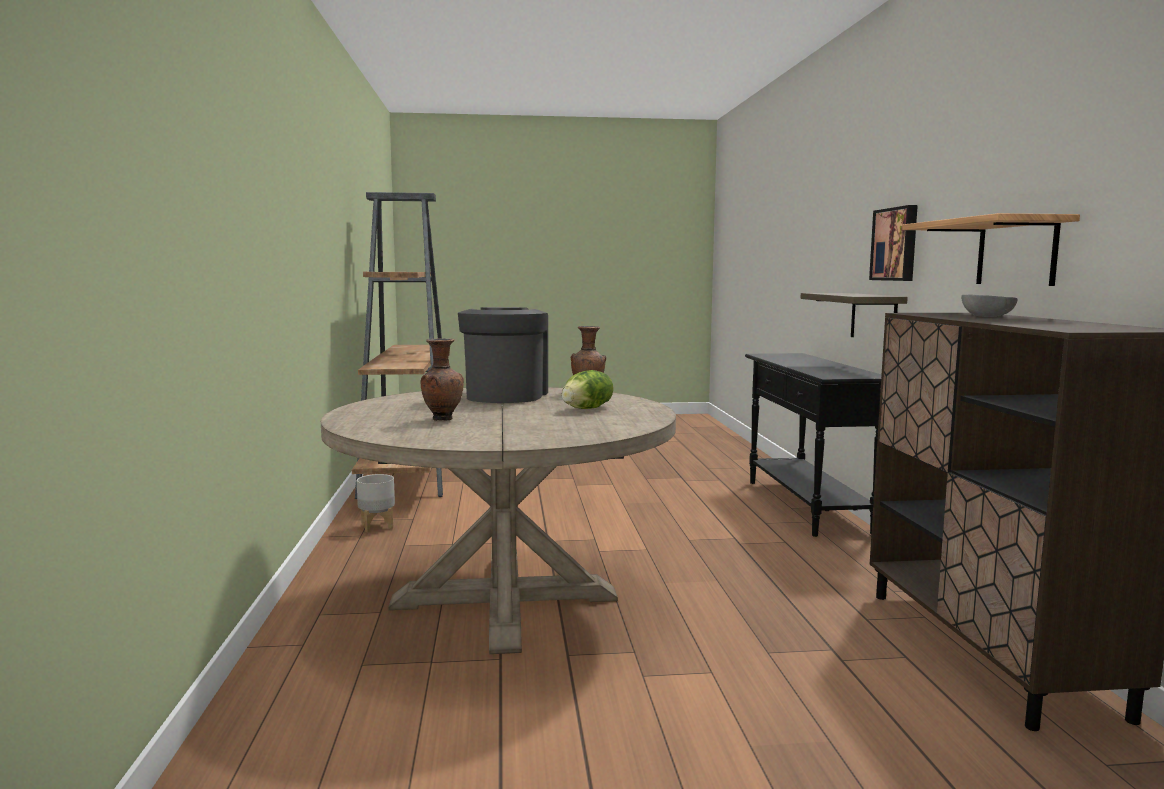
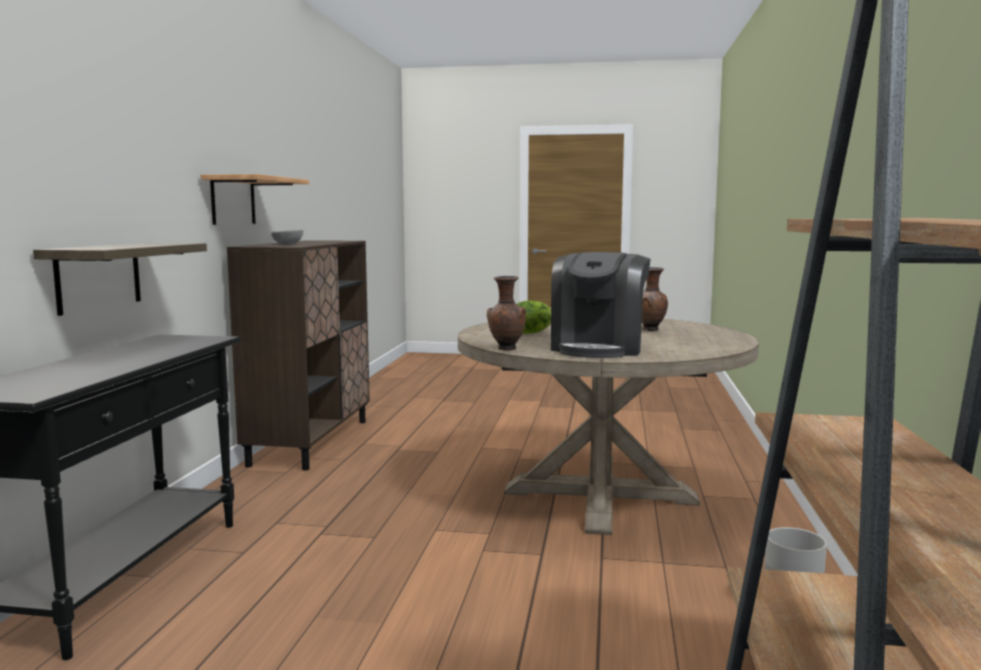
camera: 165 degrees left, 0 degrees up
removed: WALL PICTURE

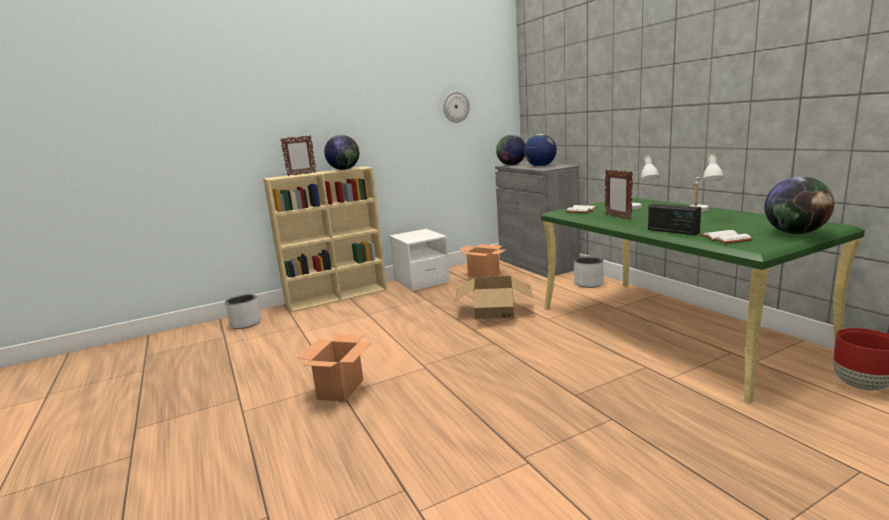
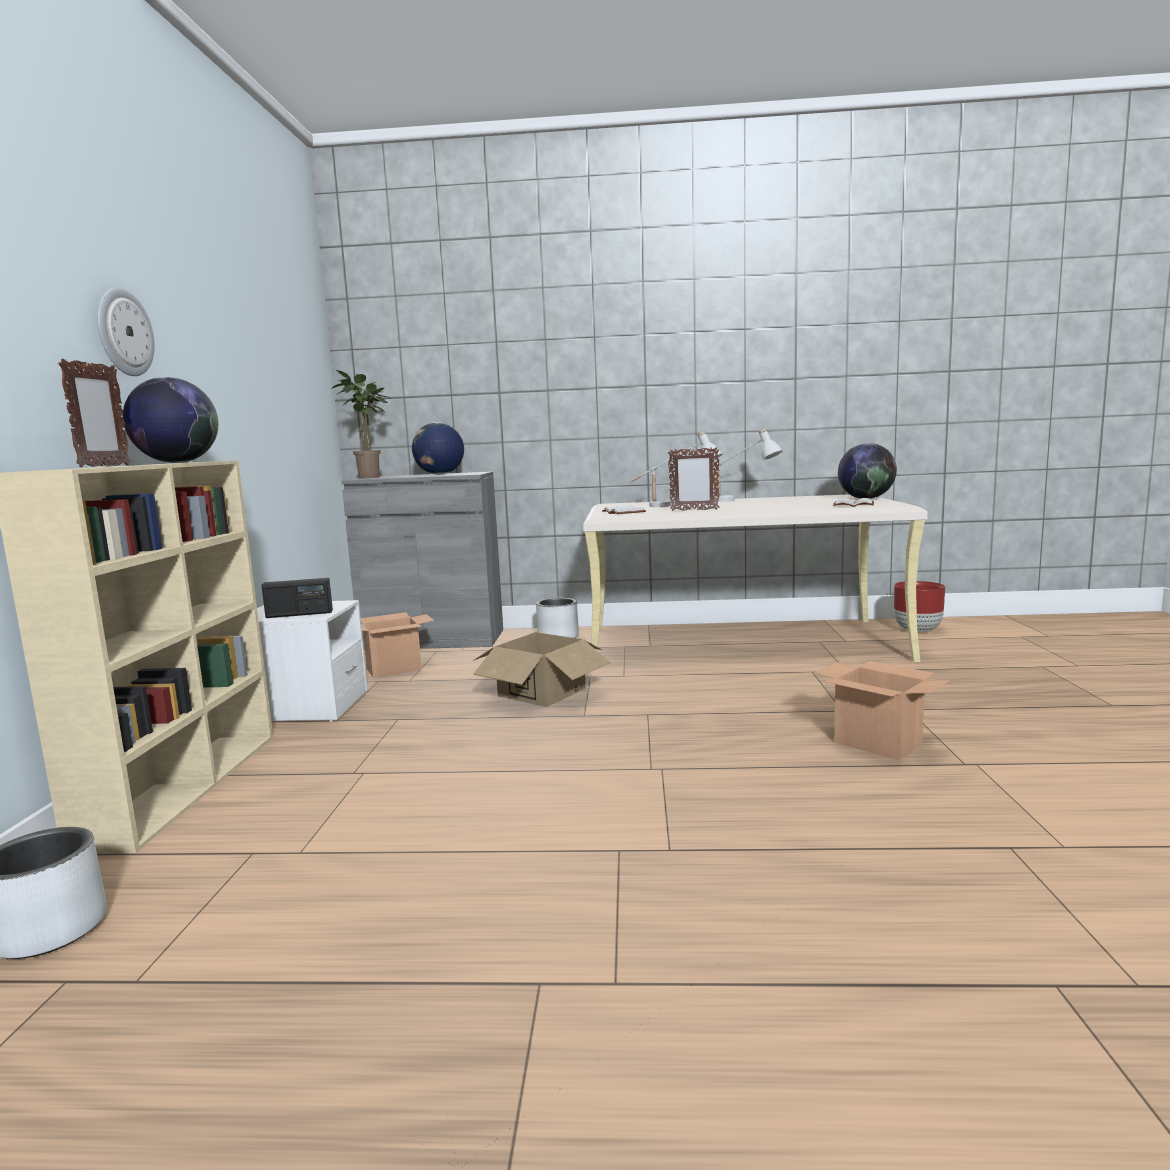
camera: 60 degrees left, 5 degrees down
moved: WALL CLOCK; RADIO; CARDBOARD BOX (1st from left in the first image) to CARDBOARD BOX (3rd from left)
replaced: DESK GLOBE (2nd from left) to HOUSEPLANT
recoloured: GREEN-COLOURED DESK UNIT to SAND-COLOURED DESK UNIT

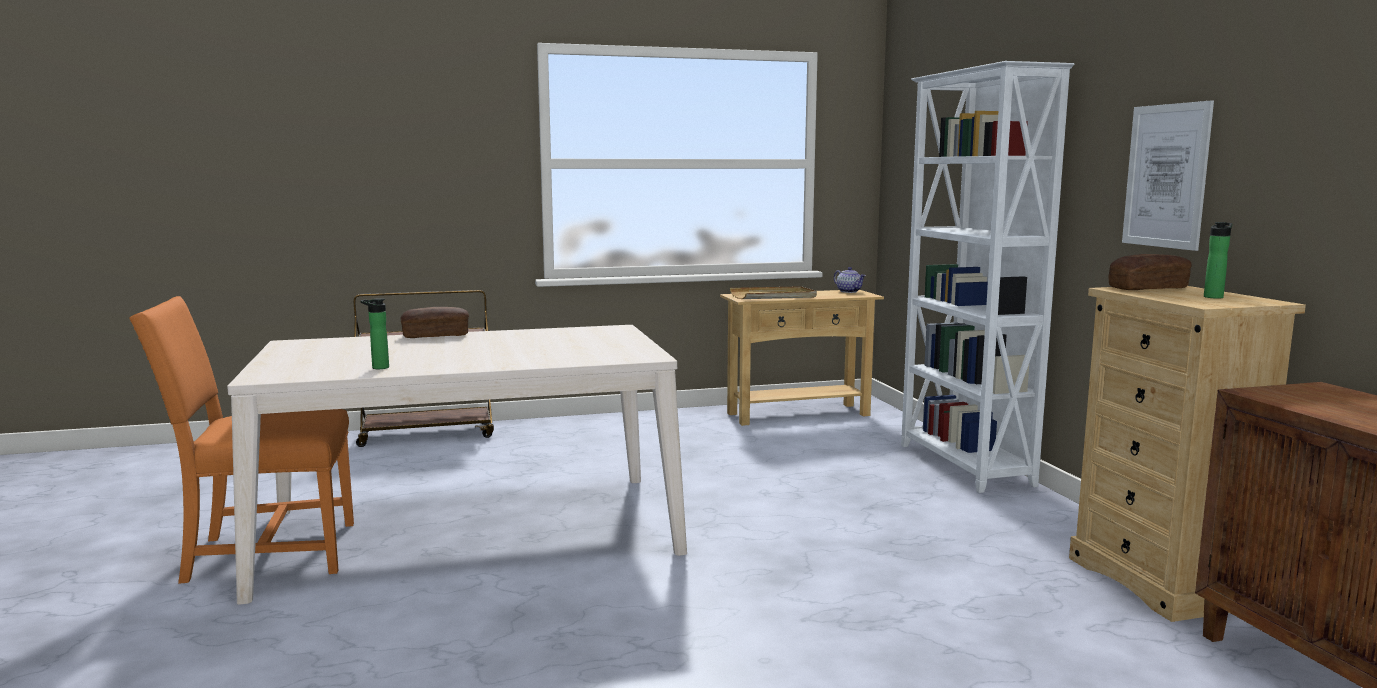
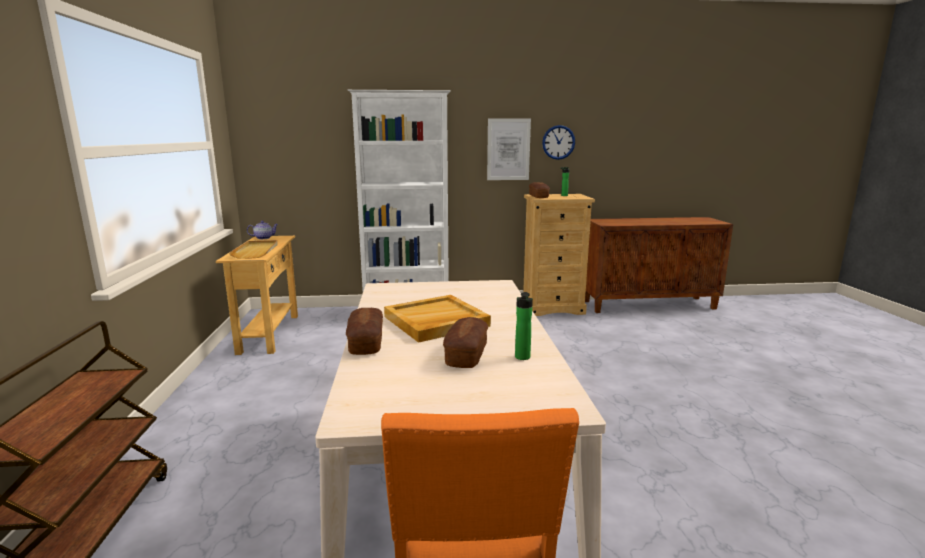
camera: 80 degrees left, 5 degrees up
added: WALL CLOCK; SAND-COLOURED CARRYING TRAY (2nd from left); BAKED BREAD (2nd from left)

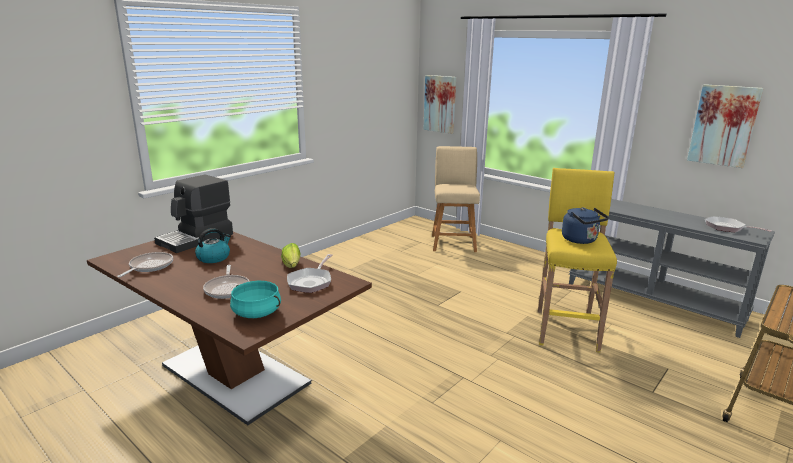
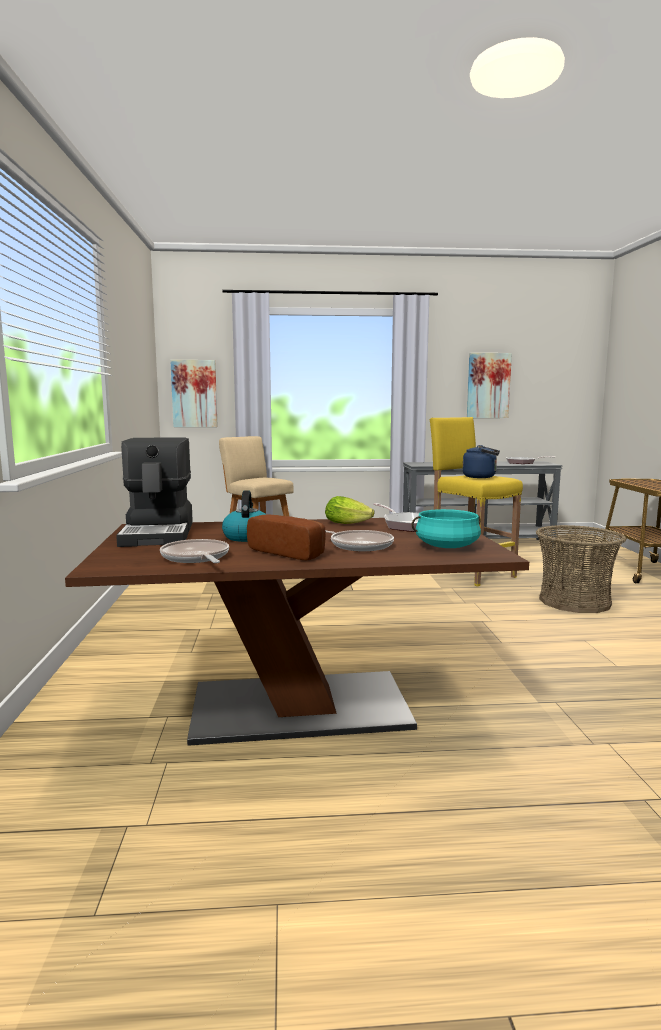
camera: 45 degrees left, 10 degrees down
added: BAKED BREAD; BASKET

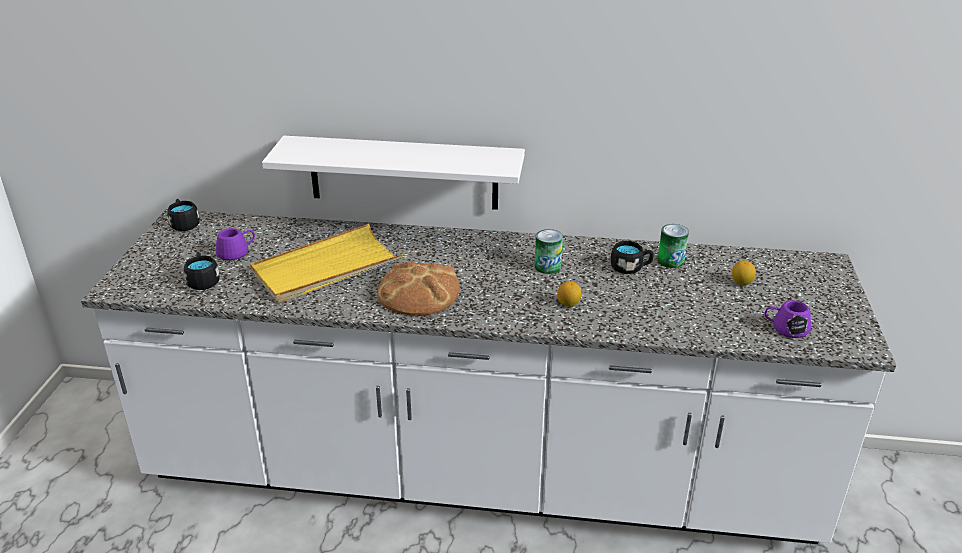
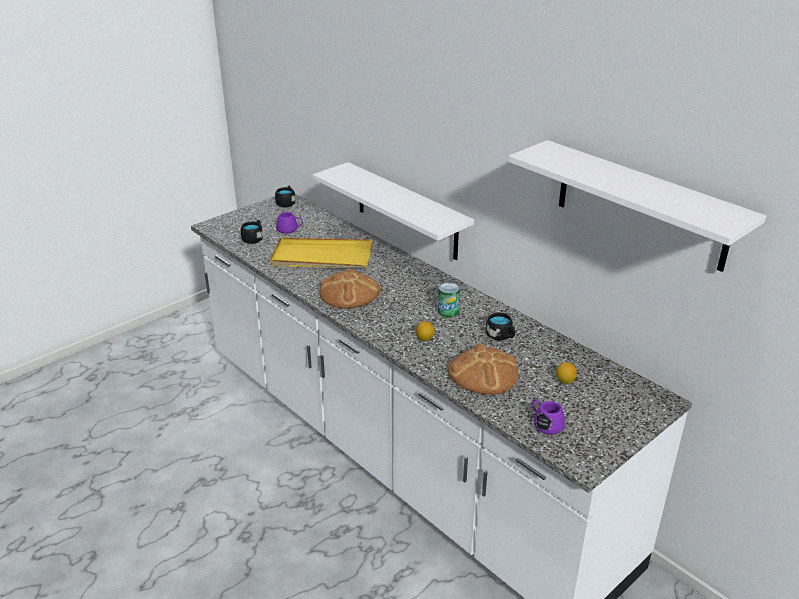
camera: 40 degrees right, 0 degrees up
removed: CAN (2nd from left)
added: WHITE BRACKET SHELF (2nd from left); BAKED BREAD (2nd from left)

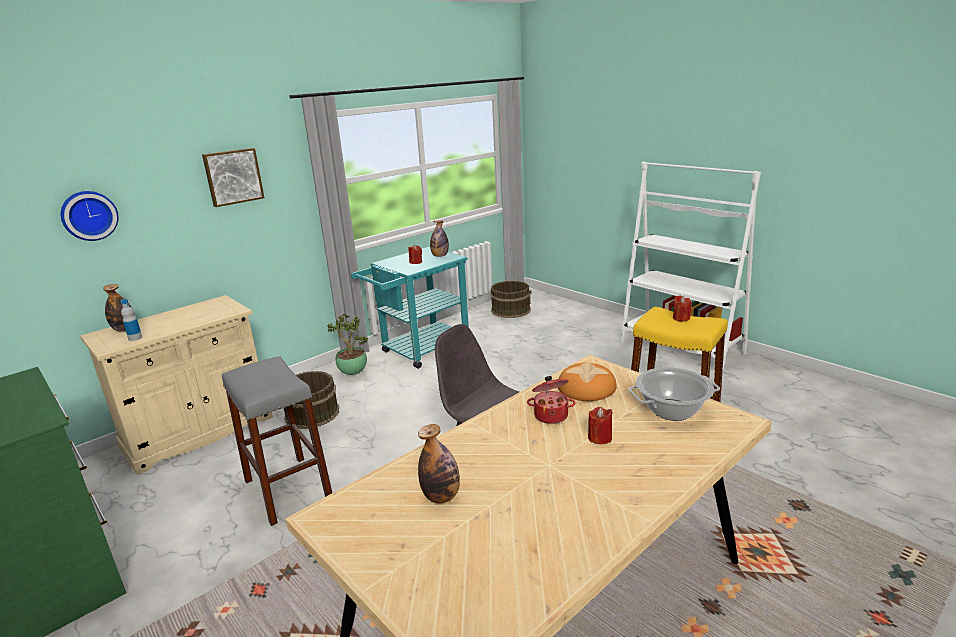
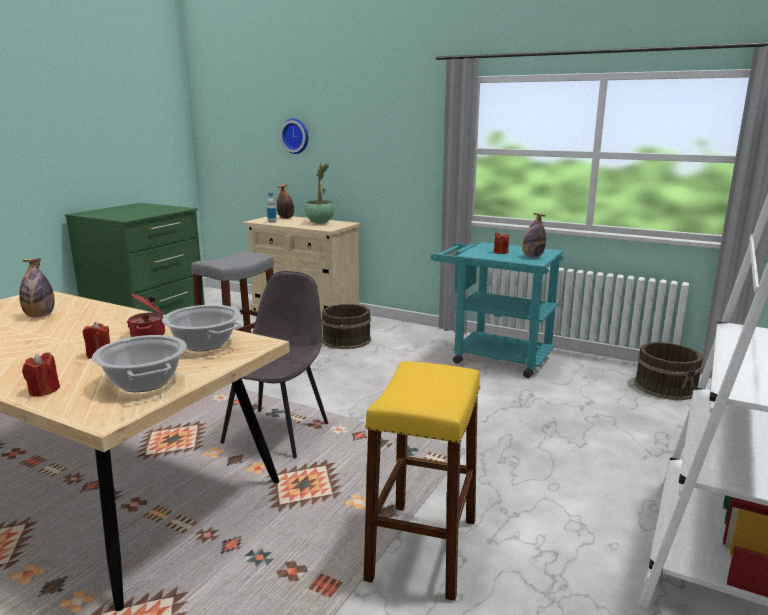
camera: 70 degrees right, 5 degrees down
removed: WALL PICTURE
moved: RED-COLOURED CANDLE (3rd from left in the first image) to RED-COLOURED CANDLE (1st from left); HOUSEPLANT
replaced: BAKED BREAD to STOCKPOT (3rd from left)

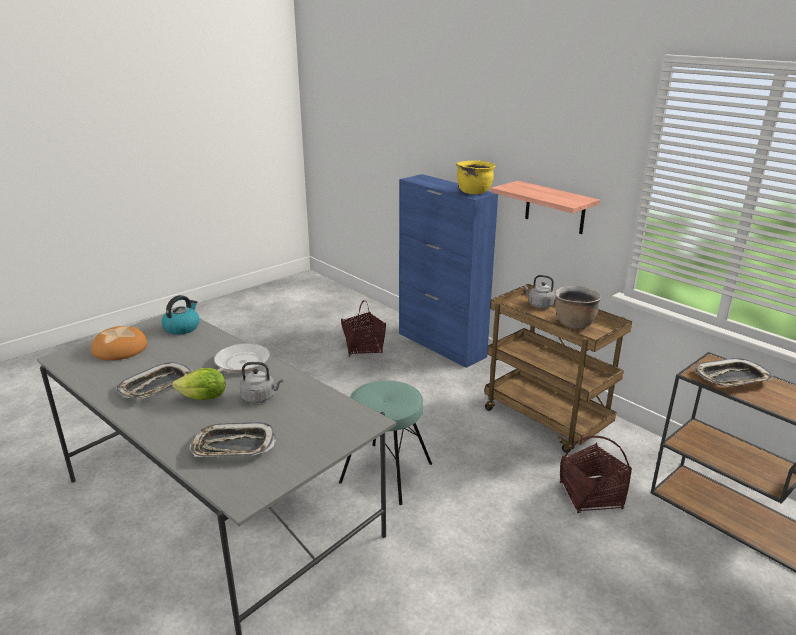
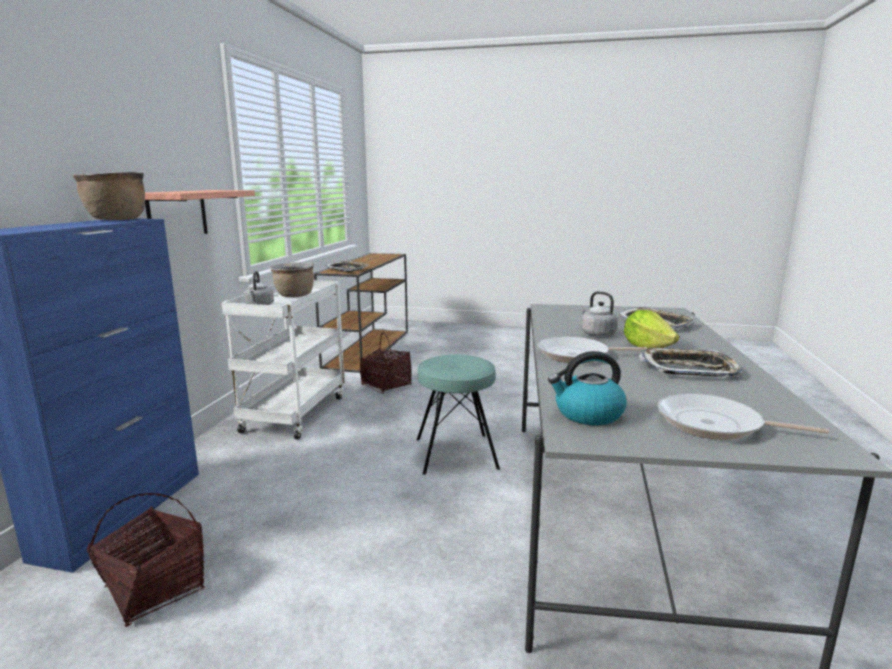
camera: 125 degrees left, 10 degrees down
replaced: BAKED BREAD to SKILLET (2nd from left)
recoloured: YELLOW-COLOURED STOCKPOT to BROWNISH STOCKPOT (1st from left); BROWNISH TROLLEY to WHITE TROLLEY

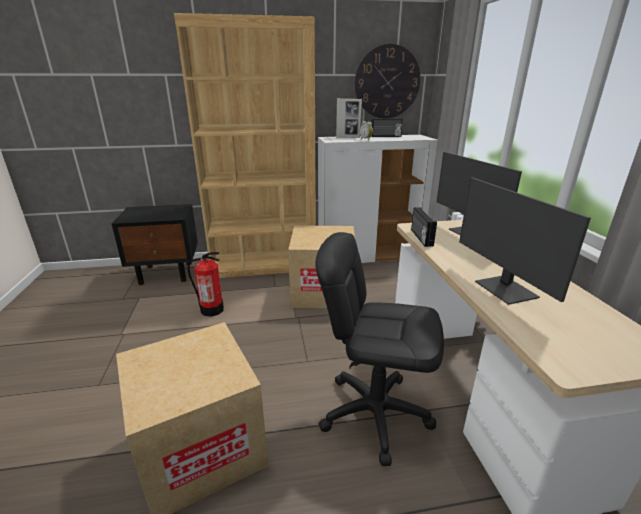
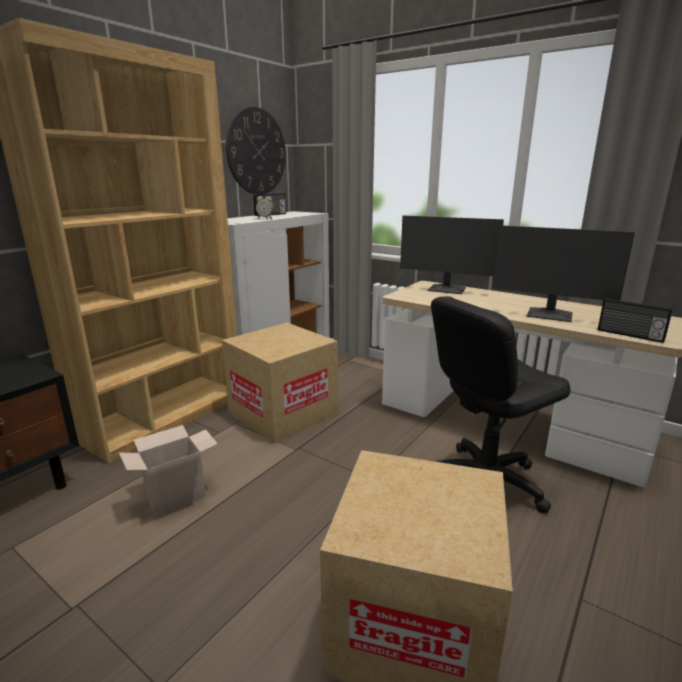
camera: 45 degrees left, 5 degrees down
removed: STANDING FRAME
moved: RADIO (2nd from left)
replaced: EXTINGUISHER to CARDBOARD BOX (1st from left)

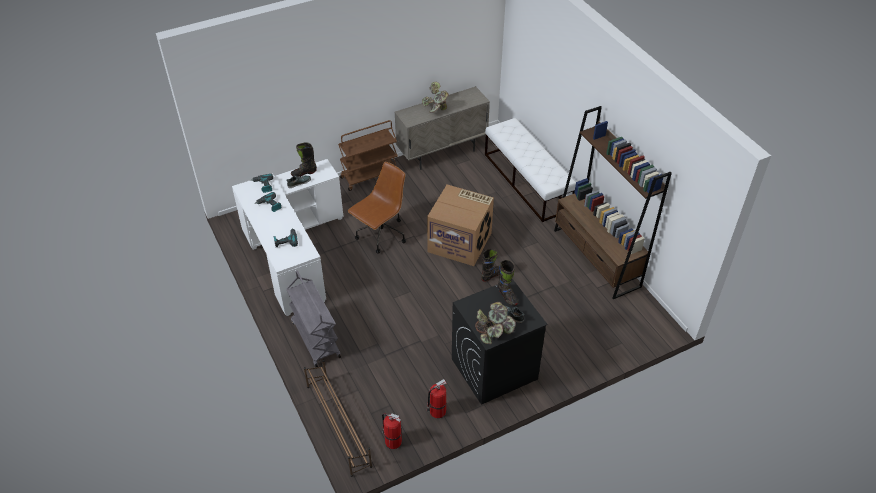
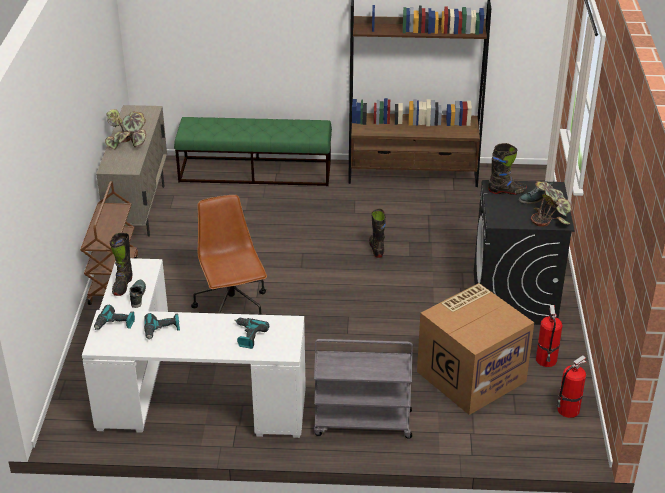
camera: 60 degrees left, 10 degrees down
removed: BROWNISH SHOE RACK
moved: CARDBOARD BOX
recoloured: WHITE BENCH to GREEN-COLOURED BENCH

